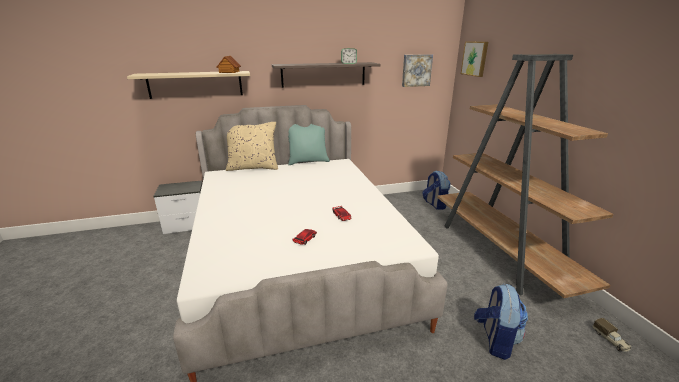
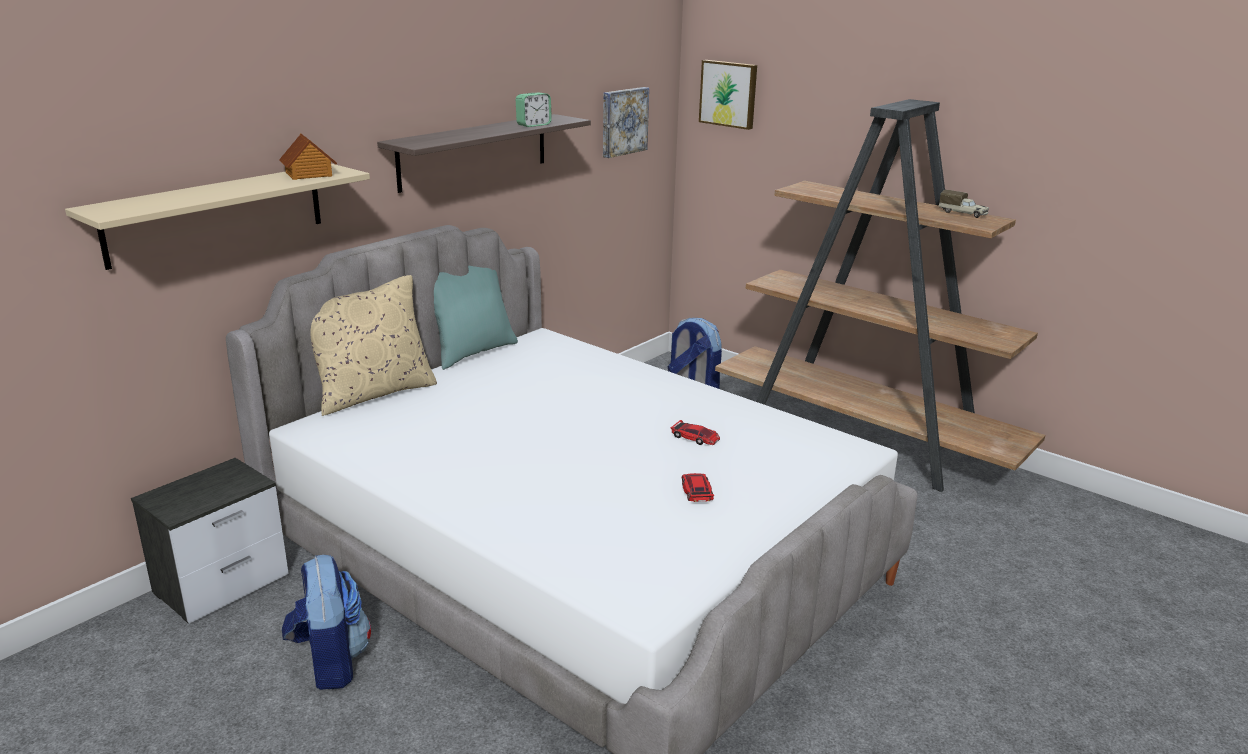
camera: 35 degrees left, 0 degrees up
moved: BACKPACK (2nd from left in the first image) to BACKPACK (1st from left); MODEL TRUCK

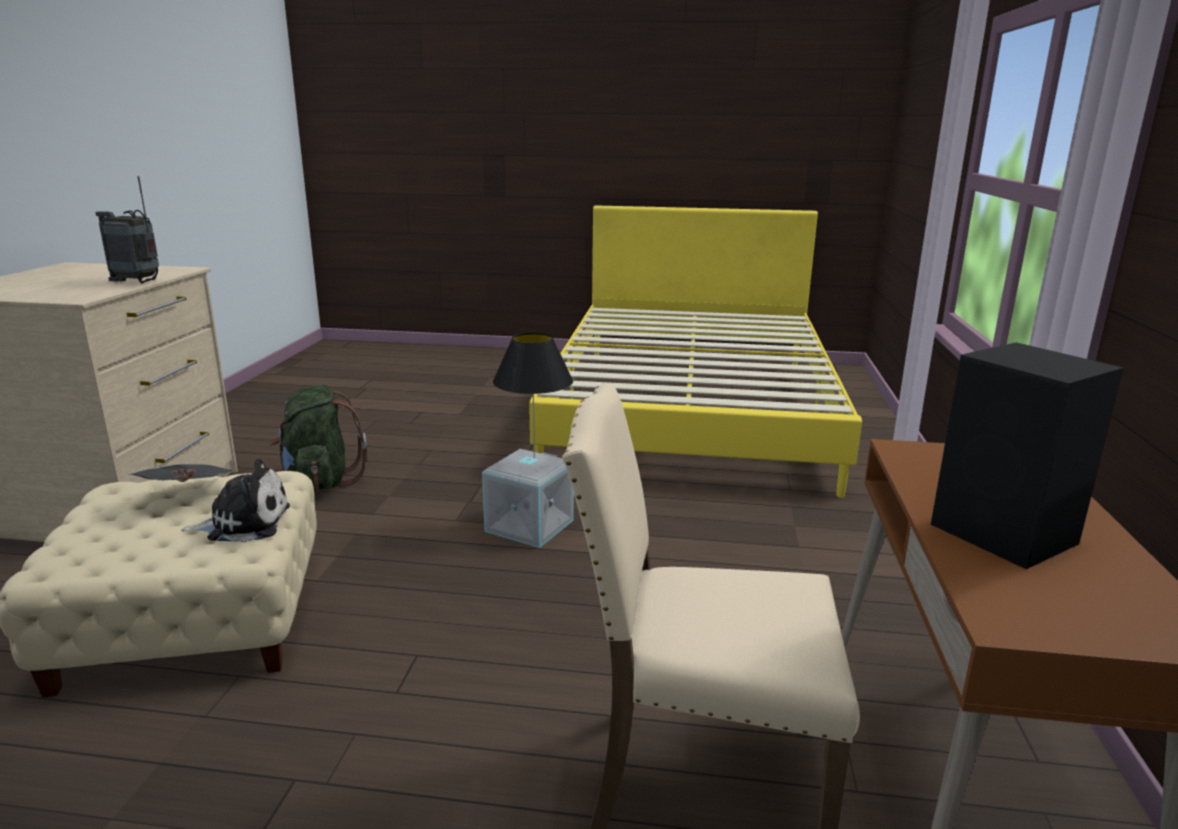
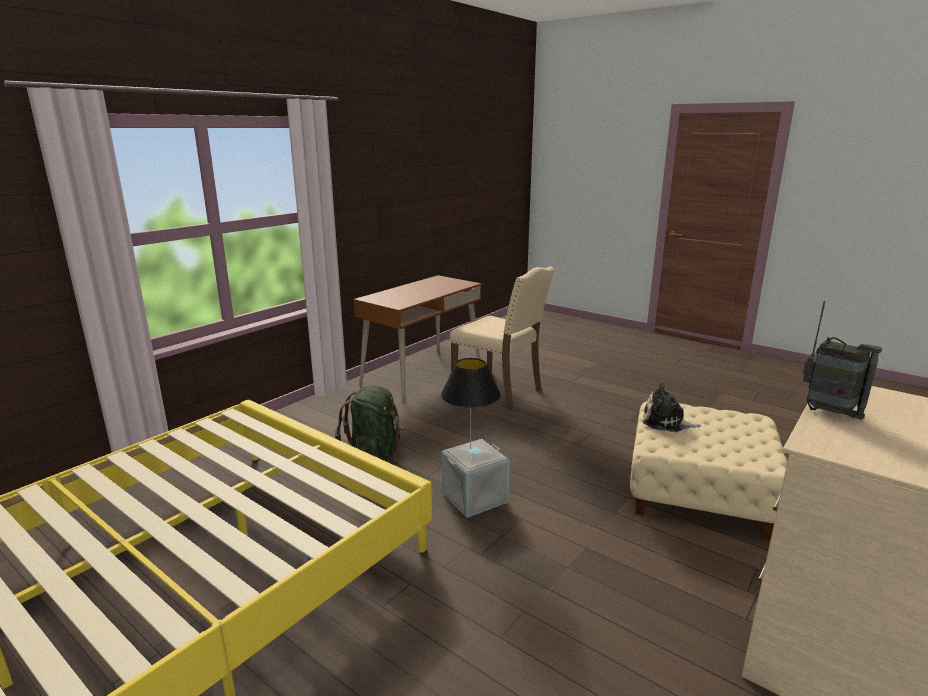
camera: 150 degrees left, 0 degrees up
removed: BLACK-COLOURED AUDIO SPEAKER; NEWSPAPER
moved: GREEN-COLOURED BACKPACK

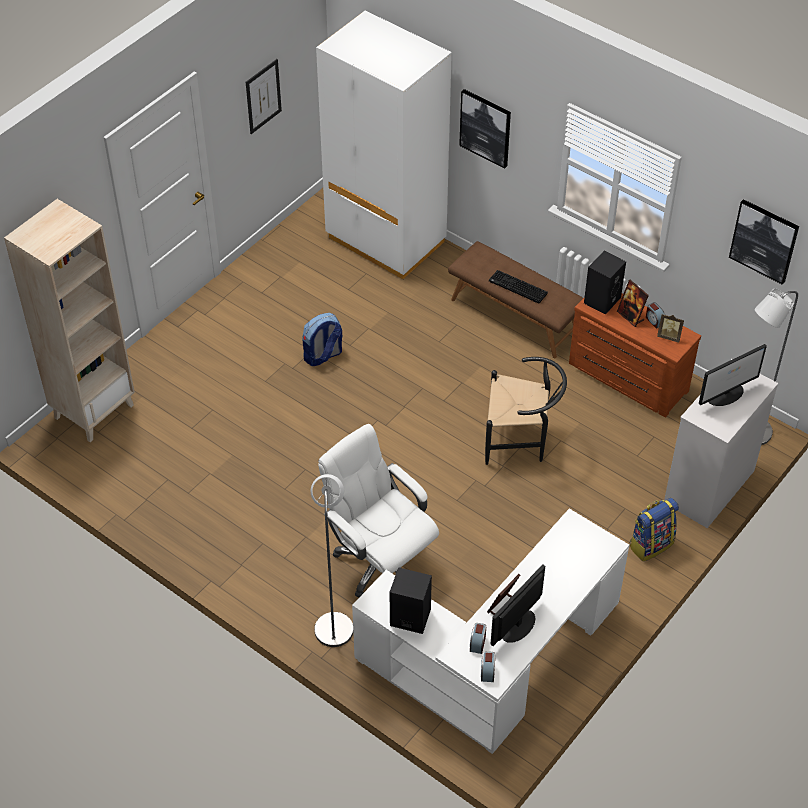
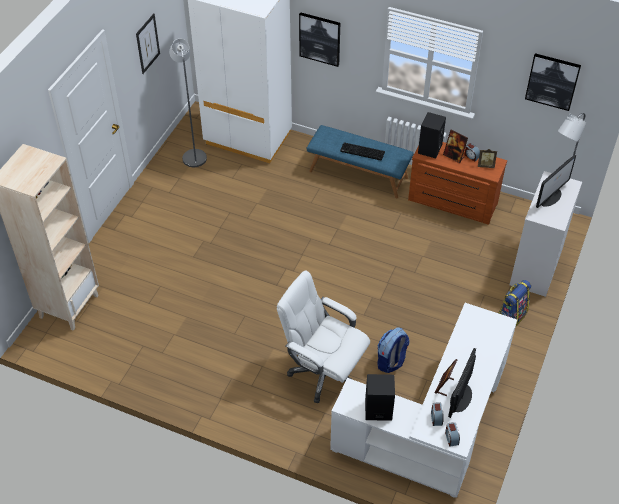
camera: 15 degrees left, 0 degrees up
removed: BLACK-COLOURED CHAIR
moved: BACKPACK (1st from left); GREY FLOOR LAMP (1st from left)
recoloured: BROWNISH BENCH to BLUE BENCH

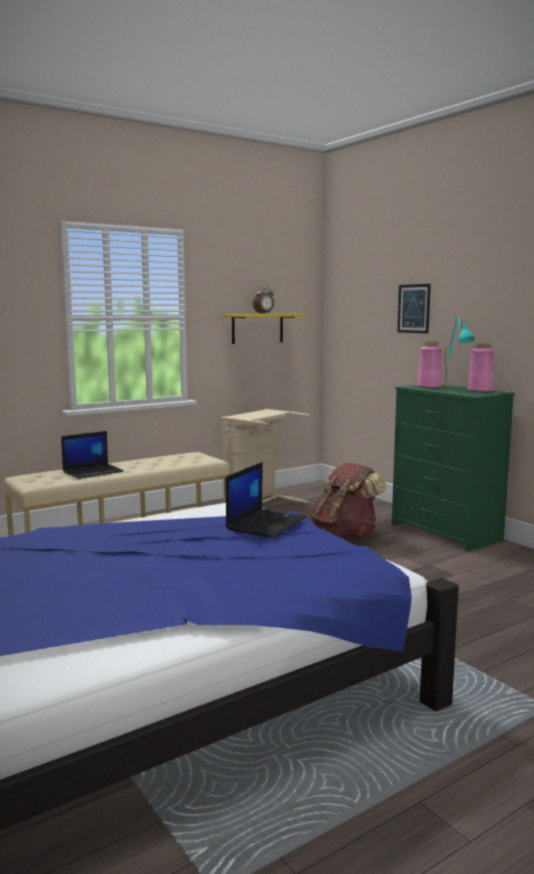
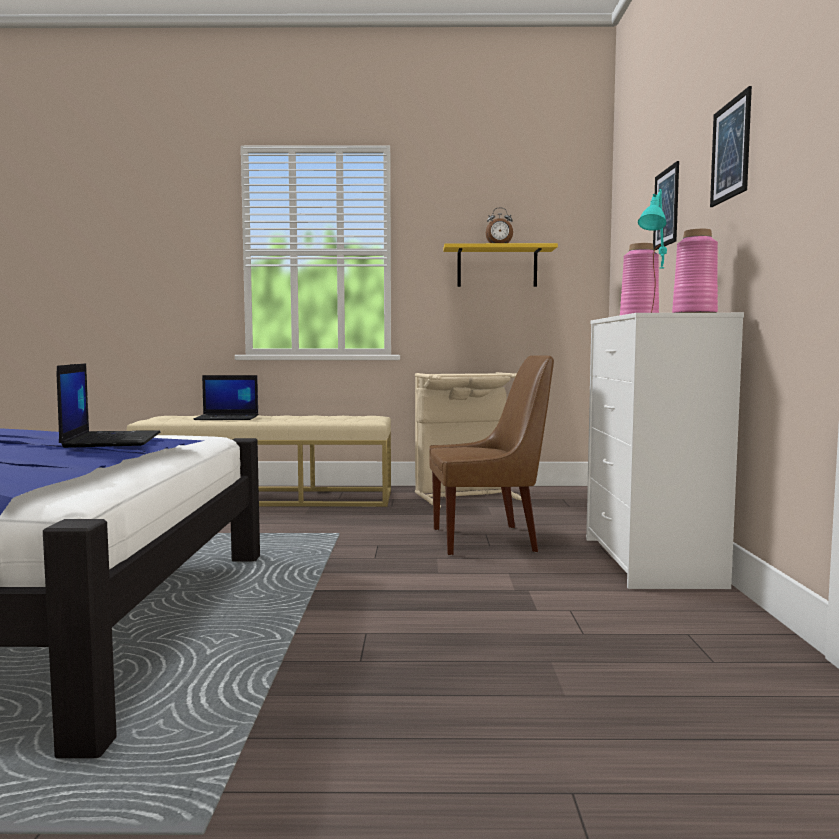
camera: 35 degrees right, 5 degrees down
added: WALL PICTURE (2nd from left)
replaced: BROWNISH BACKPACK to BROWNISH CHAIR
recoloured: GREEN-COLOURED DRESSER to WHITE DRESSER
turned: PORTABLE COMPUTER (2nd from left in the first image) 75 degrees counterclockwise

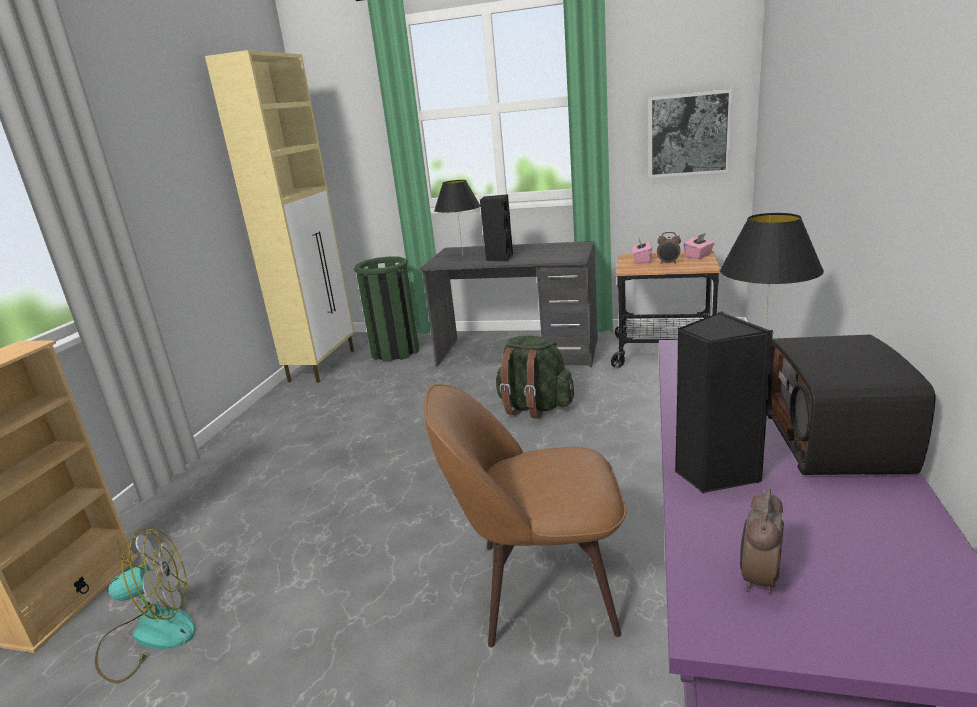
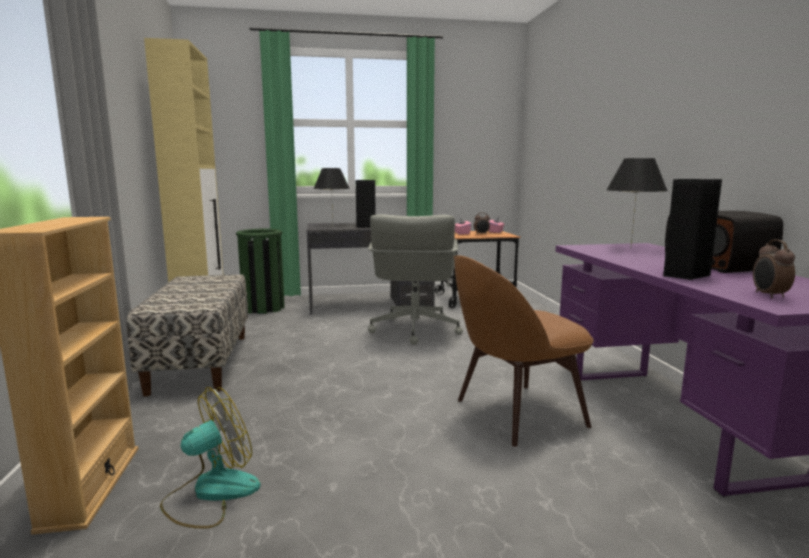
camera: 25 degrees left, 10 degrees down
removed: WALL PICTURE
added: BENCH
replaced: GREEN-COLOURED BACKPACK to GREY DESK CHAIR

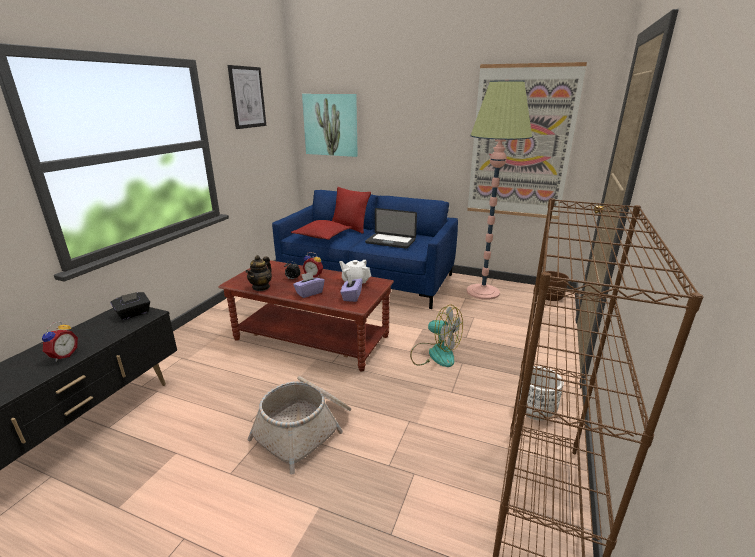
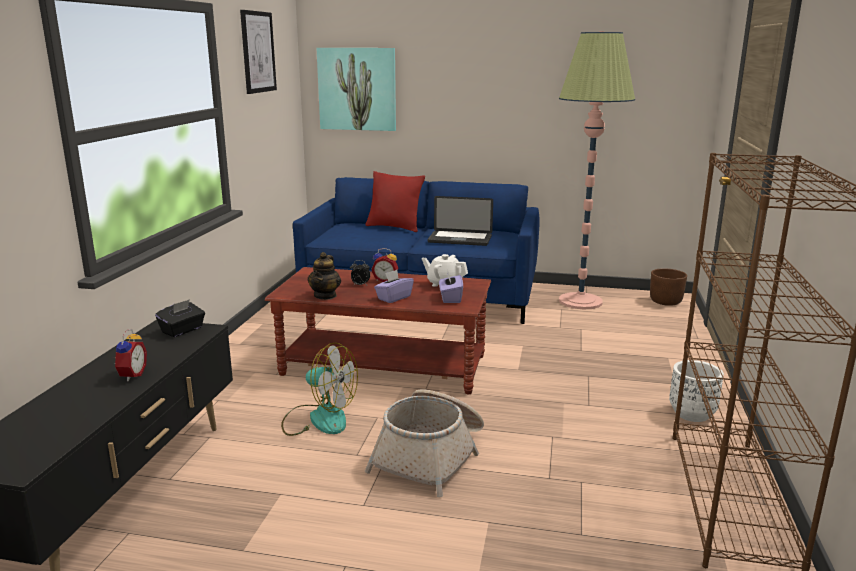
camera: 10 degrees left, 5 degrees down
removed: WALL PICTURE (3rd from left); RED-COLOURED PILLOW (1st from left)
moved: FAN

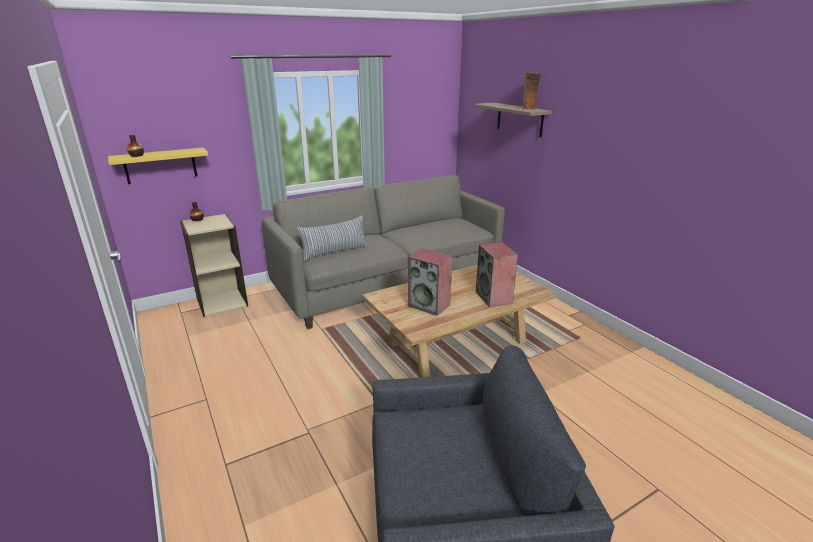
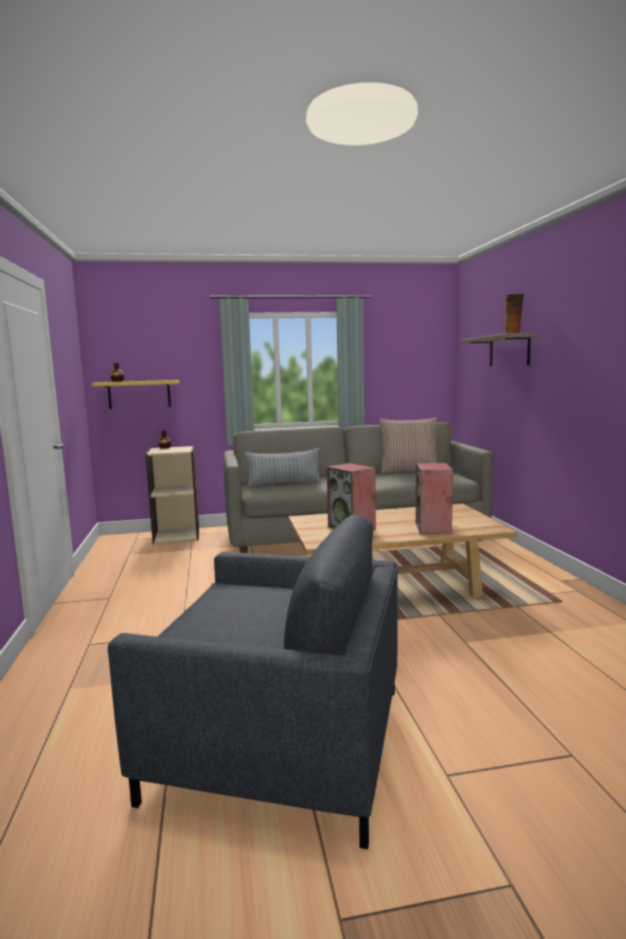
camera: 20 degrees right, 15 degrees down
added: PILLOW (2nd from left)

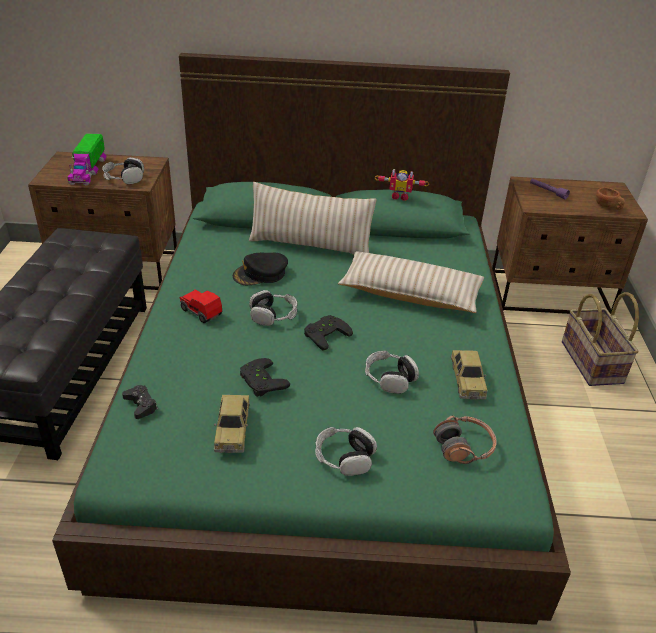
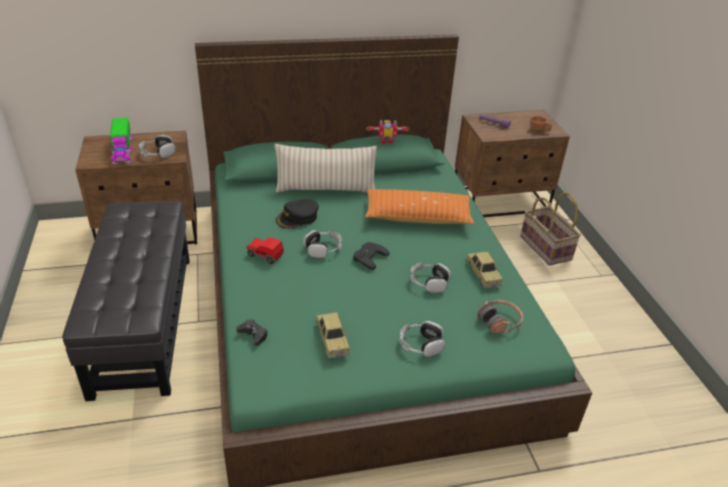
camera: 15 degrees left, 0 degrees up
removed: BLACK-COLOURED GAME CONTROLLER (2nd from left)
recoloured: SAND-COLOURED PILLOW (2nd from left) to ORANGE PILLOW

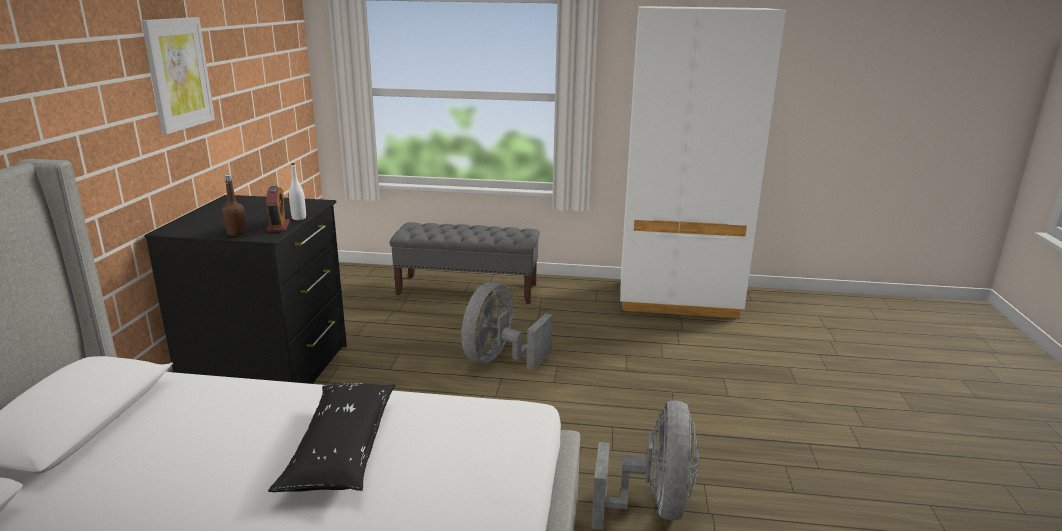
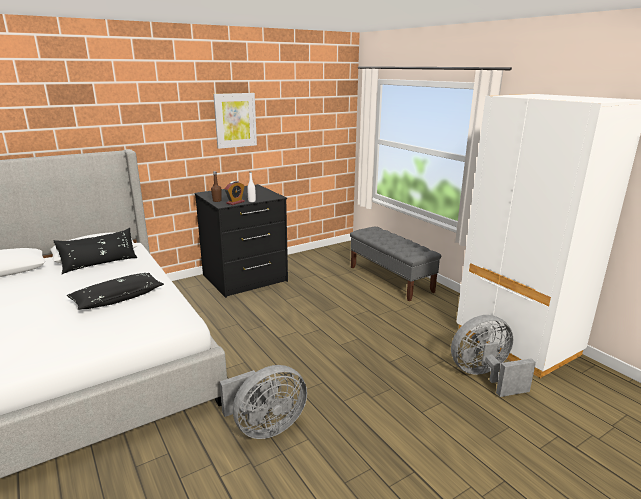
camera: 50 degrees right, 0 degrees up
added: BLACK-COLOURED PILLOW (1st from left)
moved: GREY FAN (1st from left in the first image) to GREY FAN (2nd from left)

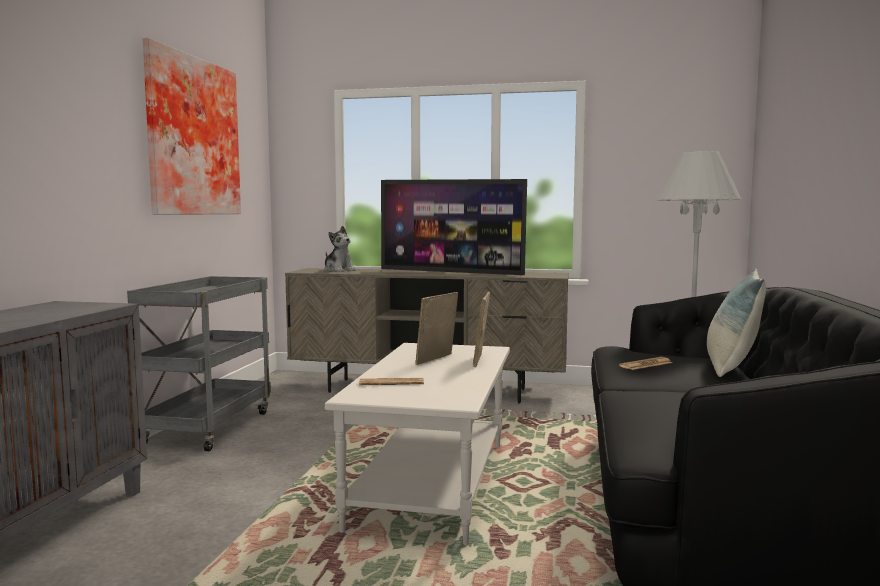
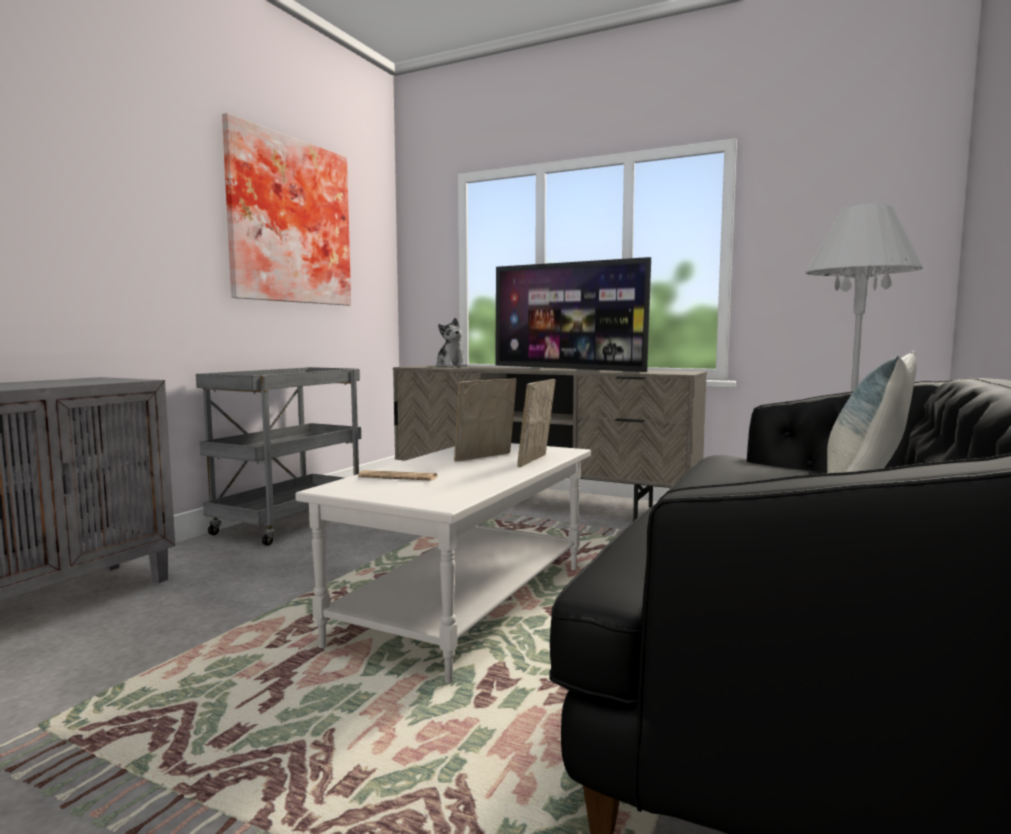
camera: 15 degrees right, 0 degrees up
removed: NEWSPAPER (2nd from left)

